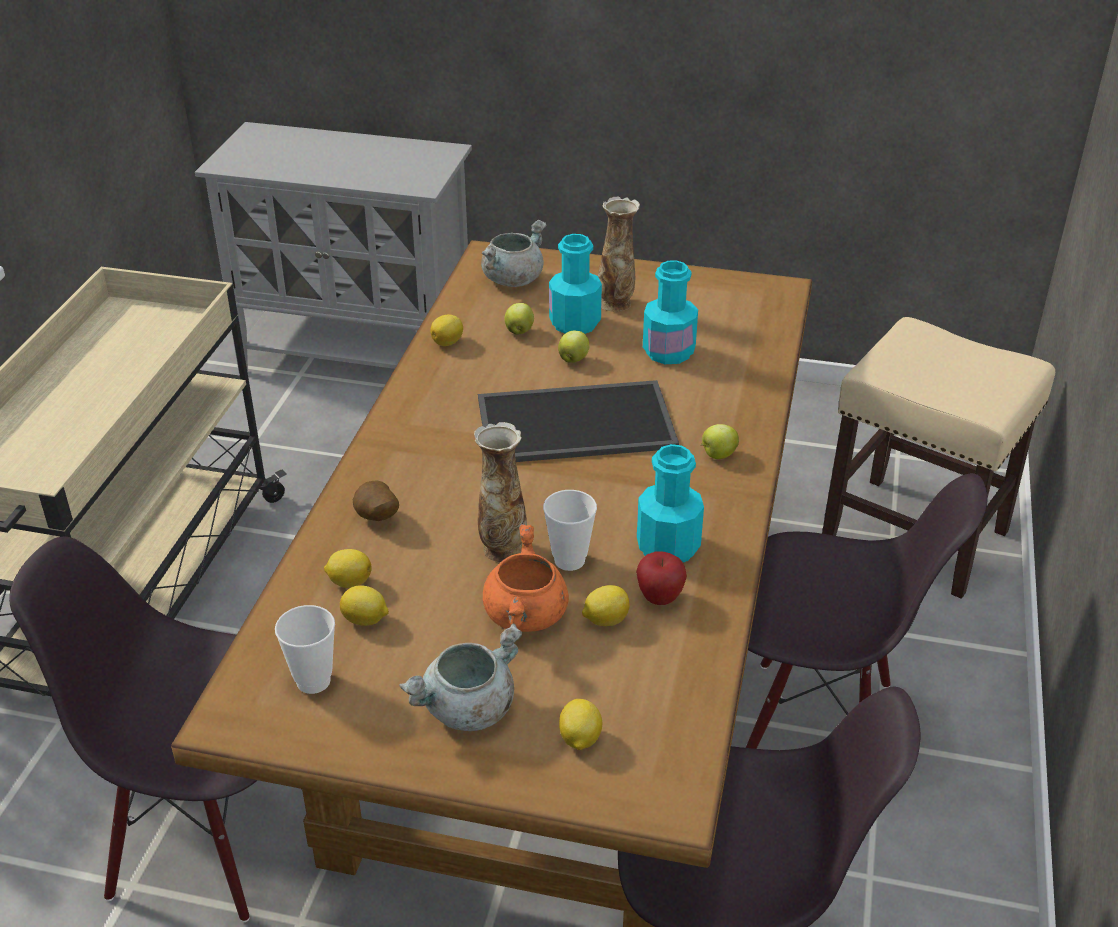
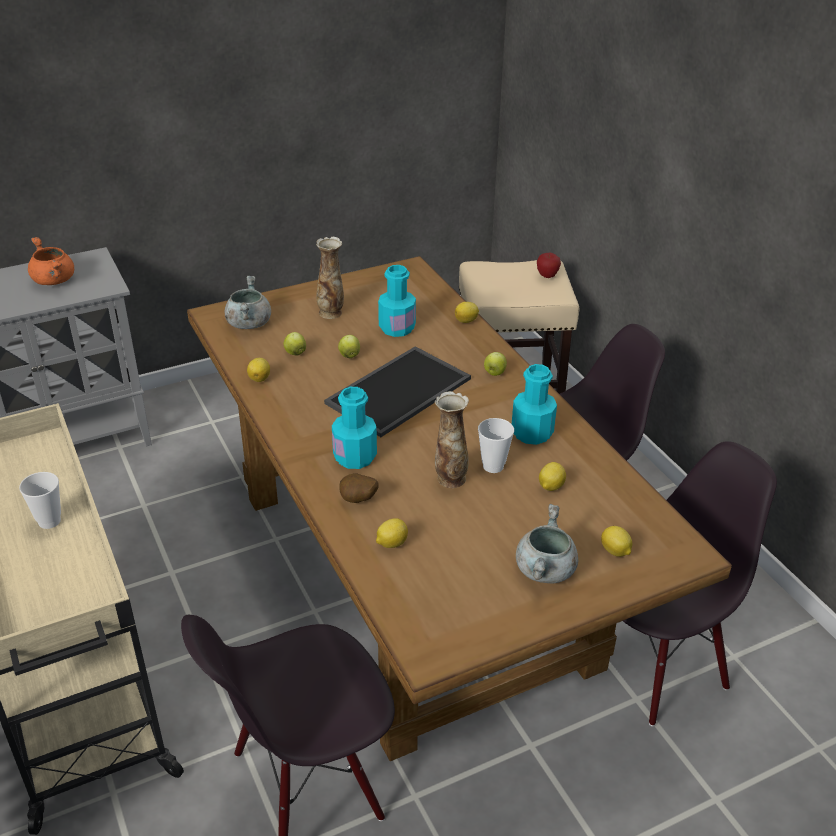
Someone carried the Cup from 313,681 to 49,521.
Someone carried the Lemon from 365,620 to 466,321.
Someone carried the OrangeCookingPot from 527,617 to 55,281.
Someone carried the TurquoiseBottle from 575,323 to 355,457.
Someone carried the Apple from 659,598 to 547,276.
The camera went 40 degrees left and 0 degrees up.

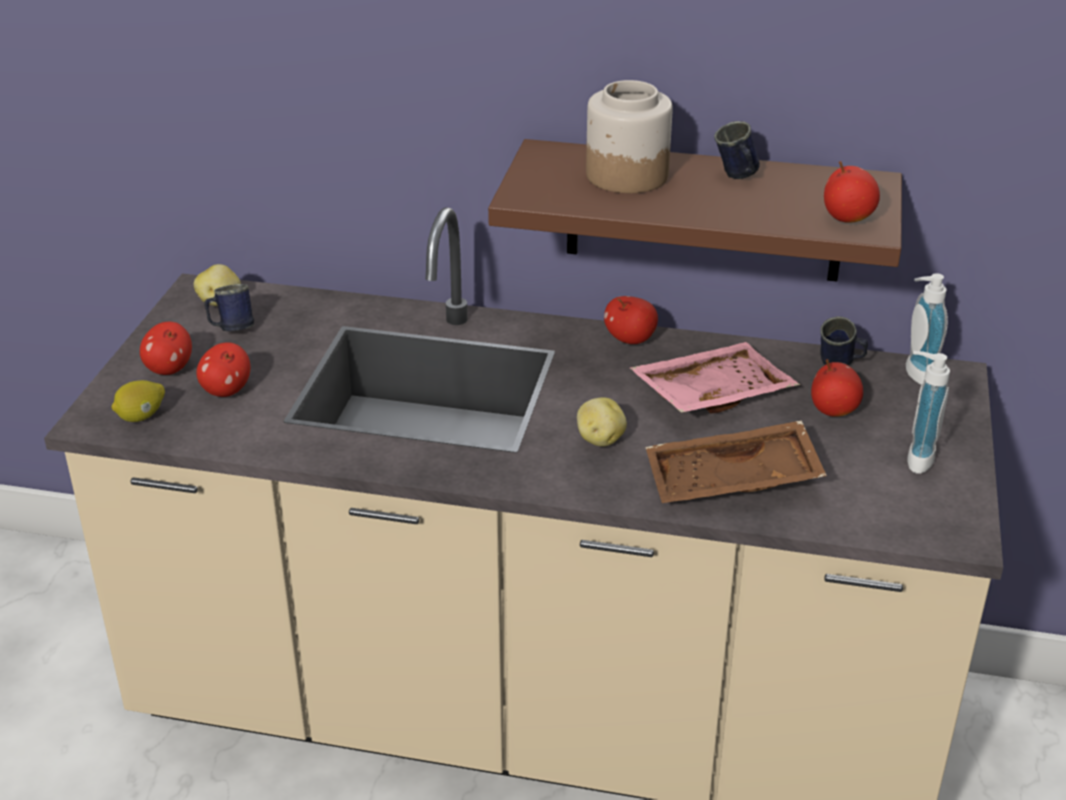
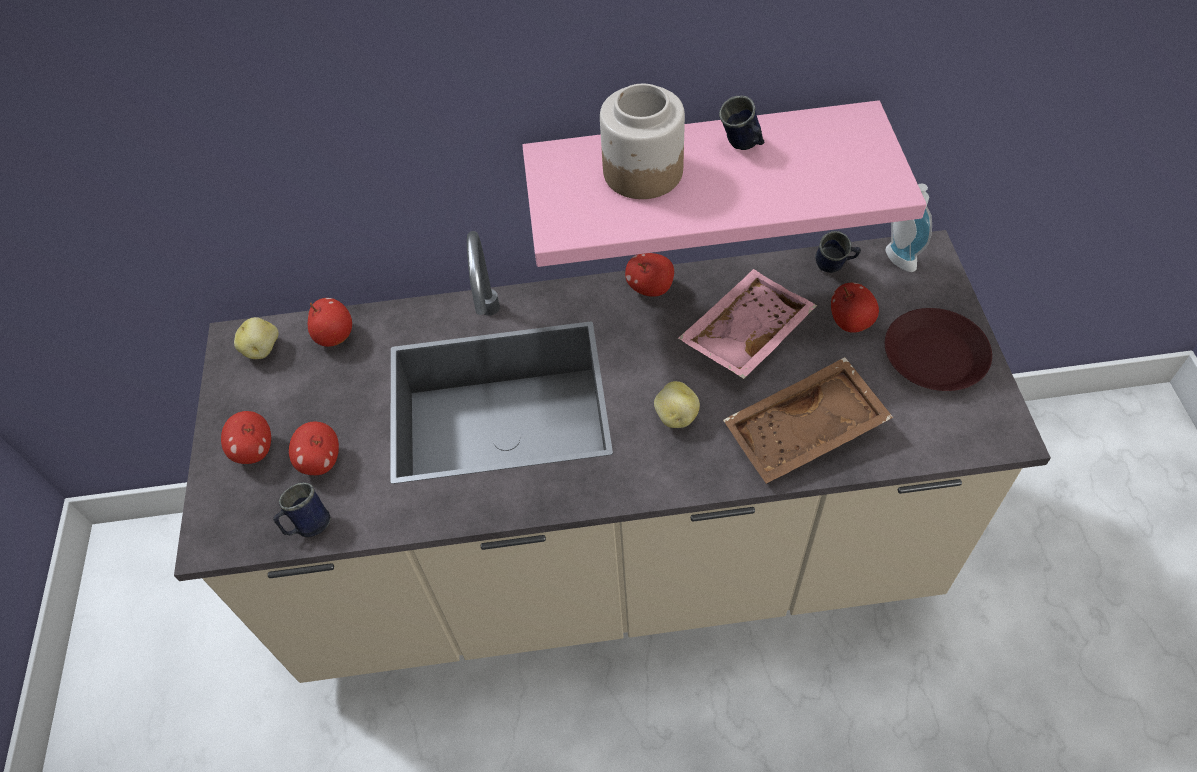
Someone took away the Lemon at 141,417.
Someone carried the BlueMug from 231,329 to 307,525.
Someone repainted the BrownShelf at 704,211, which became the PinkShelf at 699,167.
Someone carried the Apple from 847,218 to 335,336.
Someone swapped the SoapDispenser at 914,458 for the BrownPlate at 935,357.
The camera went 15 degrees left and 20 degrees up.

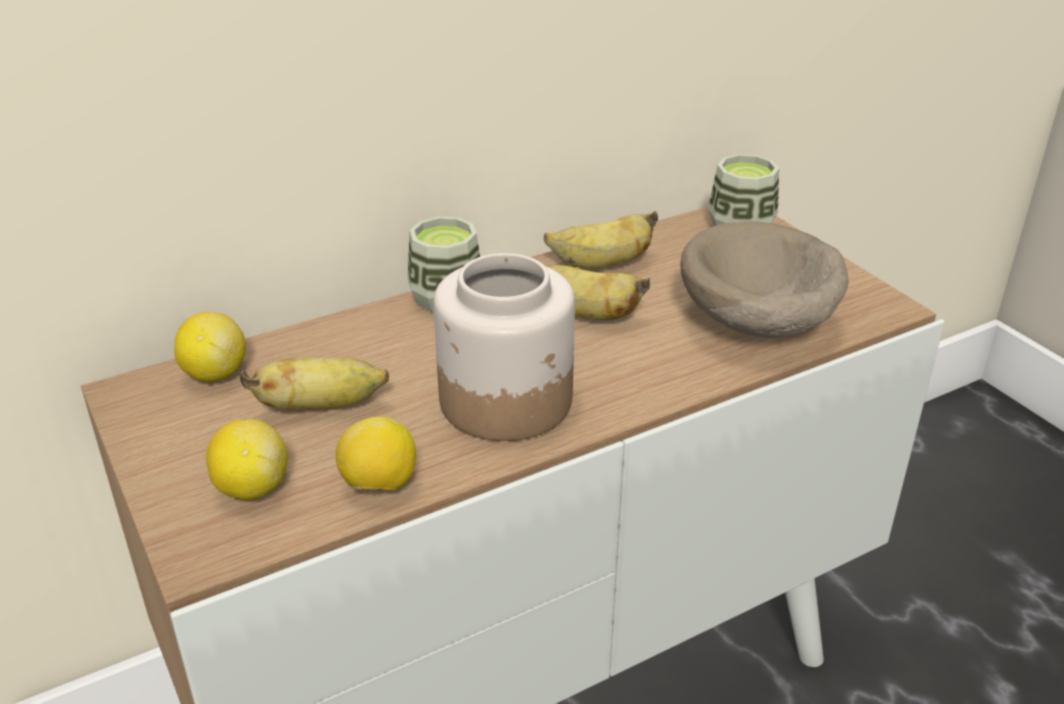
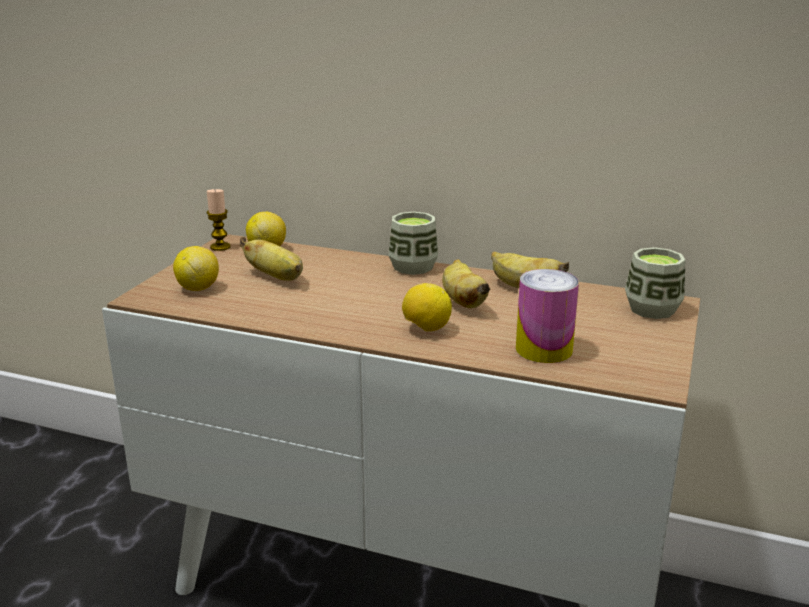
Someone carried the Lemon from 379,485 to 426,329.
Someone took away the Jar at 507,400.
Someone swapped the BeigeBowl at 755,326 for the Can at 544,349.
Someone put down the Candle at 220,247.
The camera went 50 degrees right and 10 degrees down.

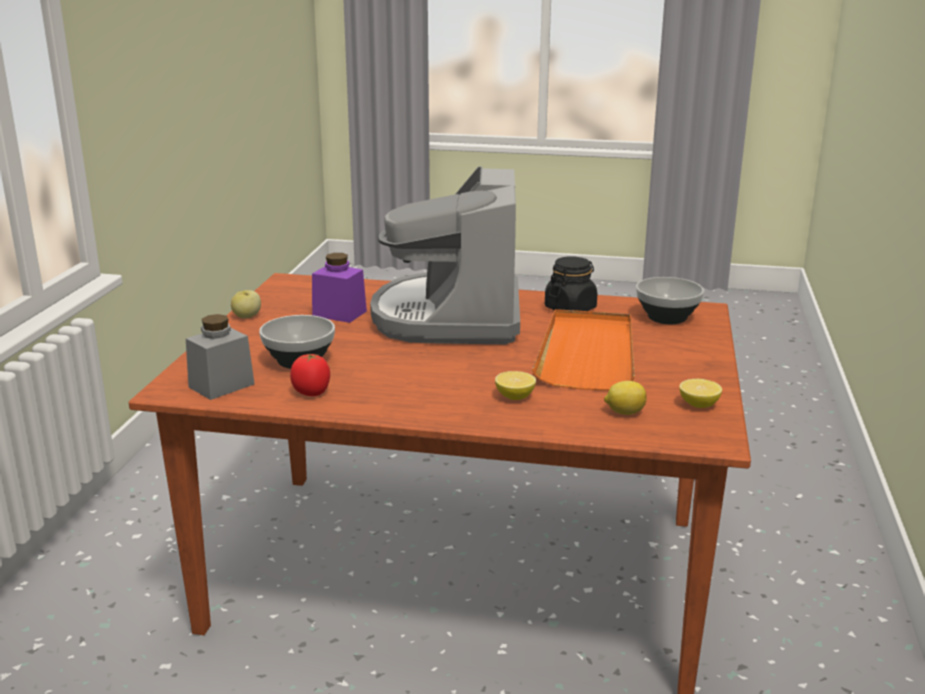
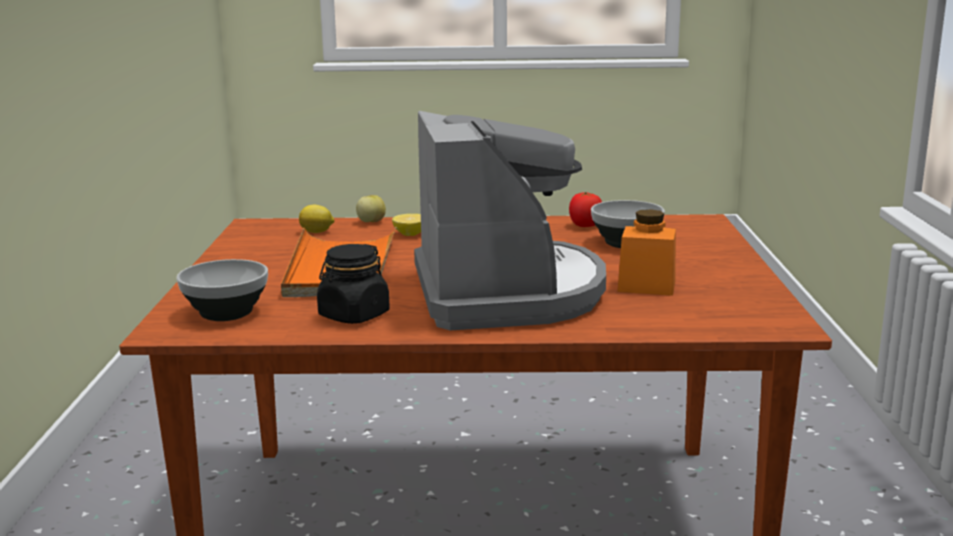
Someone took away the GreyJar at 221,385.
Someone carried the Apple from 247,317 to 371,222.
Someone repainted the PurpleJar at 339,313, which became the OrangeJar at 646,286.
Someone took away the Lemon at 698,405.
The camera went 170 degrees right and 5 degrees down.

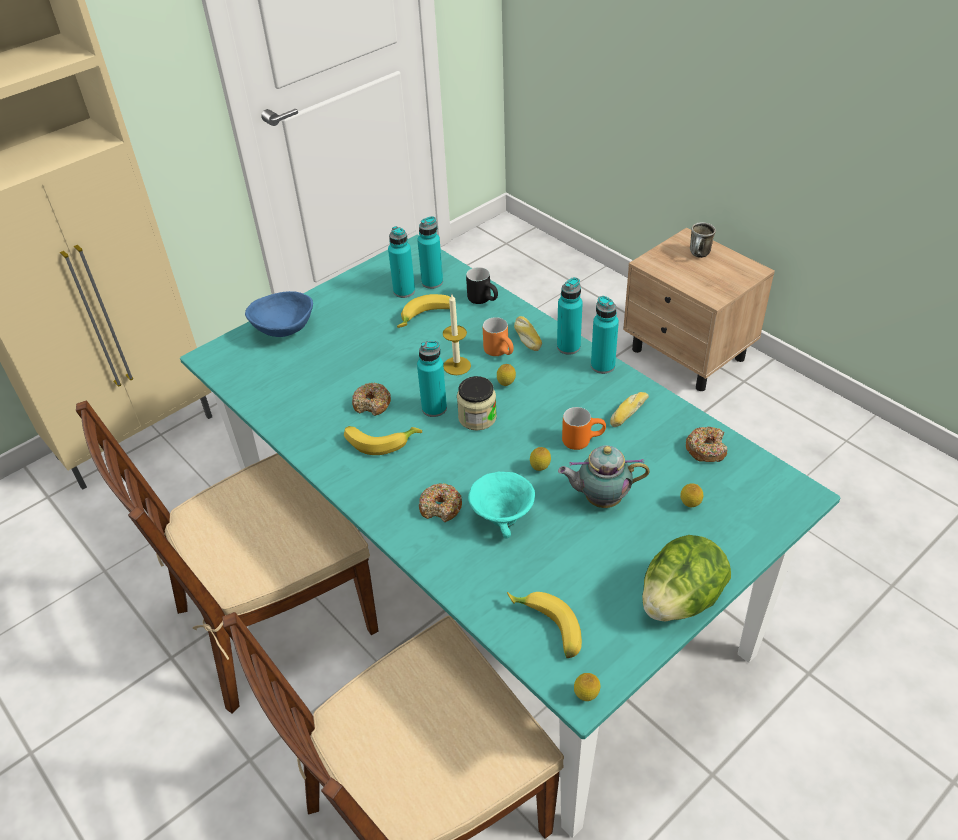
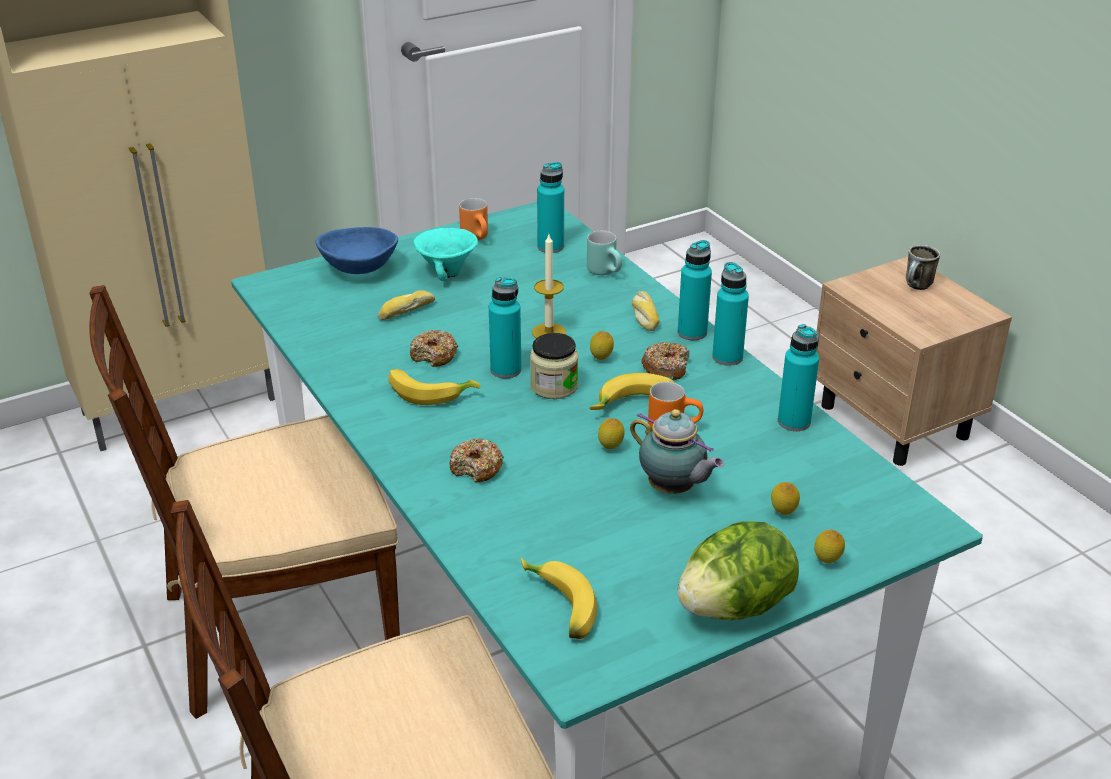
Someone carried the TurquoiseBottle from 404,291 to 794,422.
Someone carried the Banana from 426,318 to 634,405.
Someone repainted the BlackMug at 484,299, which became the TurquoiseMug at 607,272.
Someone carried the TurquoiseBowl from 503,519 to 447,273.
Someone carried the OrangeMug from 501,352 to 478,238.
Someone rotated the Teapot at 600,499 by 150 degrees counterclockwise.
Someone carried the Lemon from 586,696 to 827,562.
Someone carried the Bread from 628,412 to 406,311.
Someone carried the Donut from 706,449 to 666,368.
The camera went 10 degrees right and 10 degrees down.

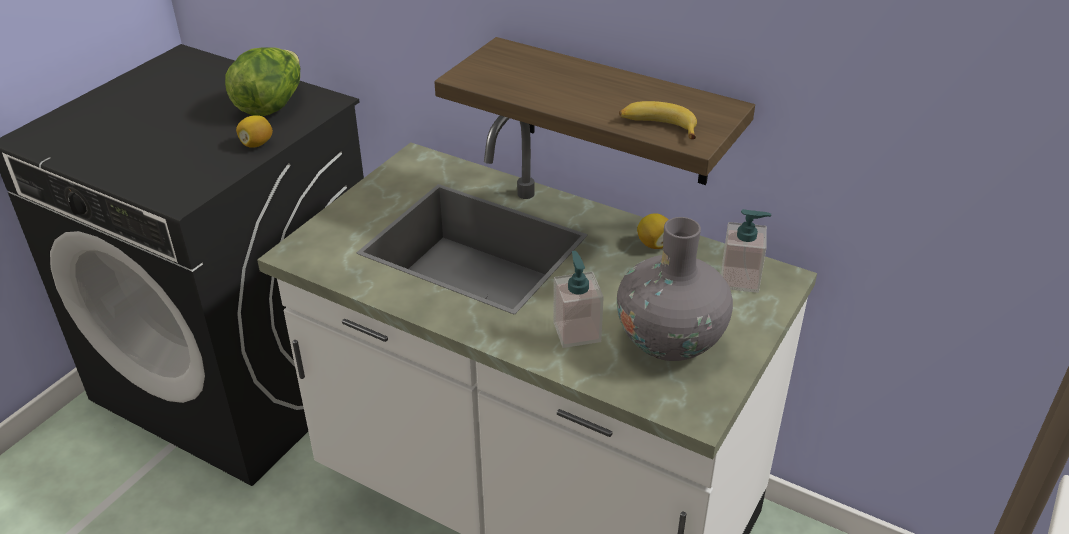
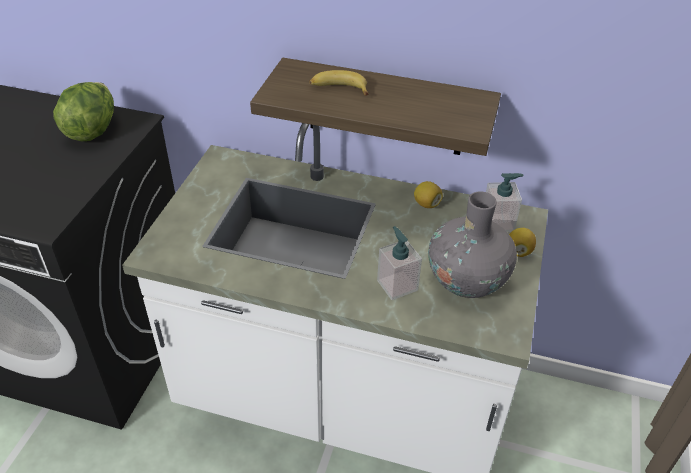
Someone carried the Lemon from 256,144 to 518,251.
Someone carried the Banana from 658,127 to 339,89.
The camera went 15 degrees left and 5 degrees up.

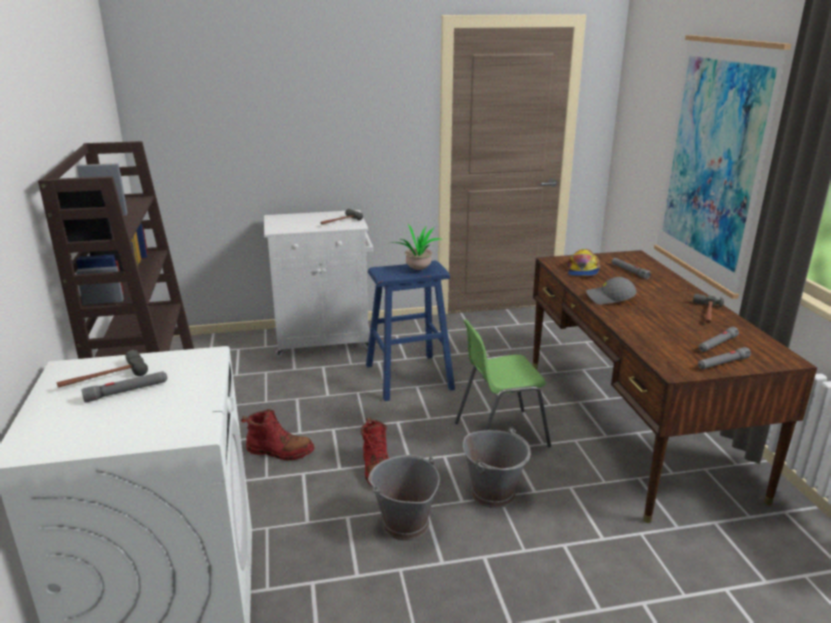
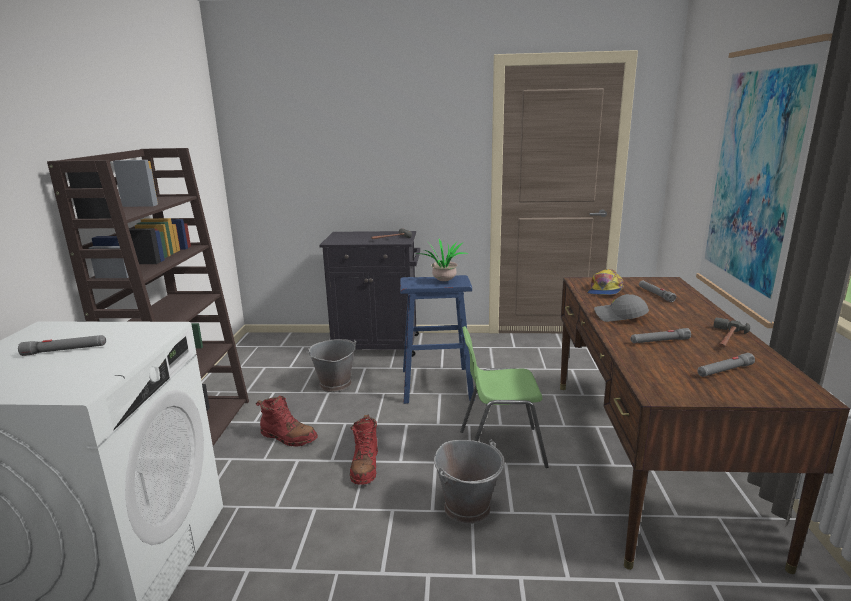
Someone took away the Hammer at 103,378.
Someone repainted the WhiteCabinet at 324,339, which became the BlackCabinet at 378,345.
Someone carried the GreyBucket from 404,524 to 334,384.
Someone carried the GreyFlashlight from 722,363 to 659,341.
The camera went 15 degrees right and 5 degrees down.

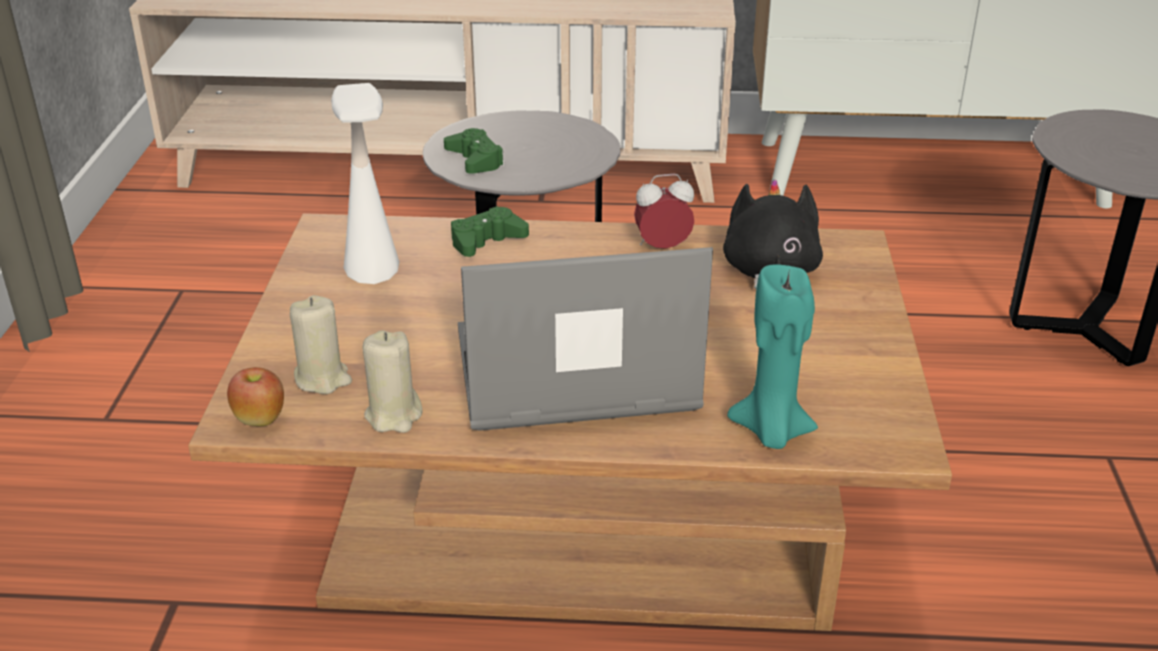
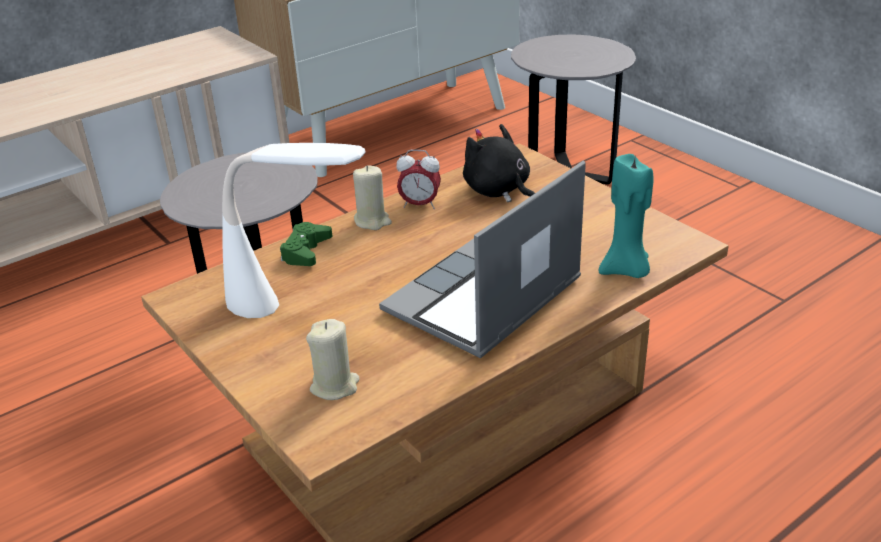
Someone took away the Apple at 260,419.
Someone carried the BeigeCandle from 394,415 to 372,221.
Someone took away the GreenGameController at 475,160.
Someone rotated the AlarmClock at 662,247 by 120 degrees counterclockwise.
The camera went 40 degrees left and 0 degrees up.

